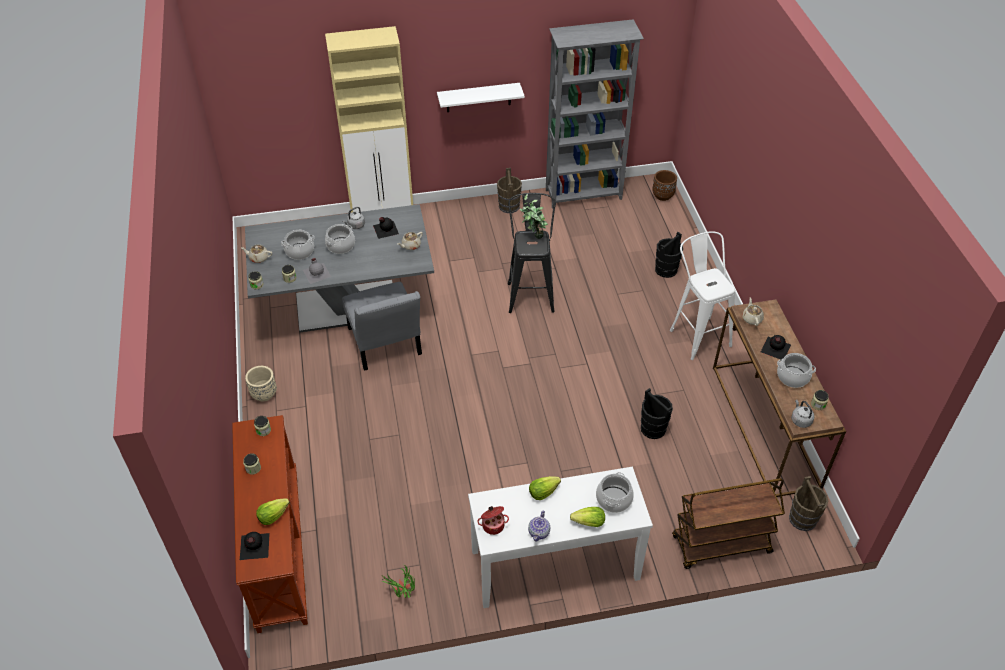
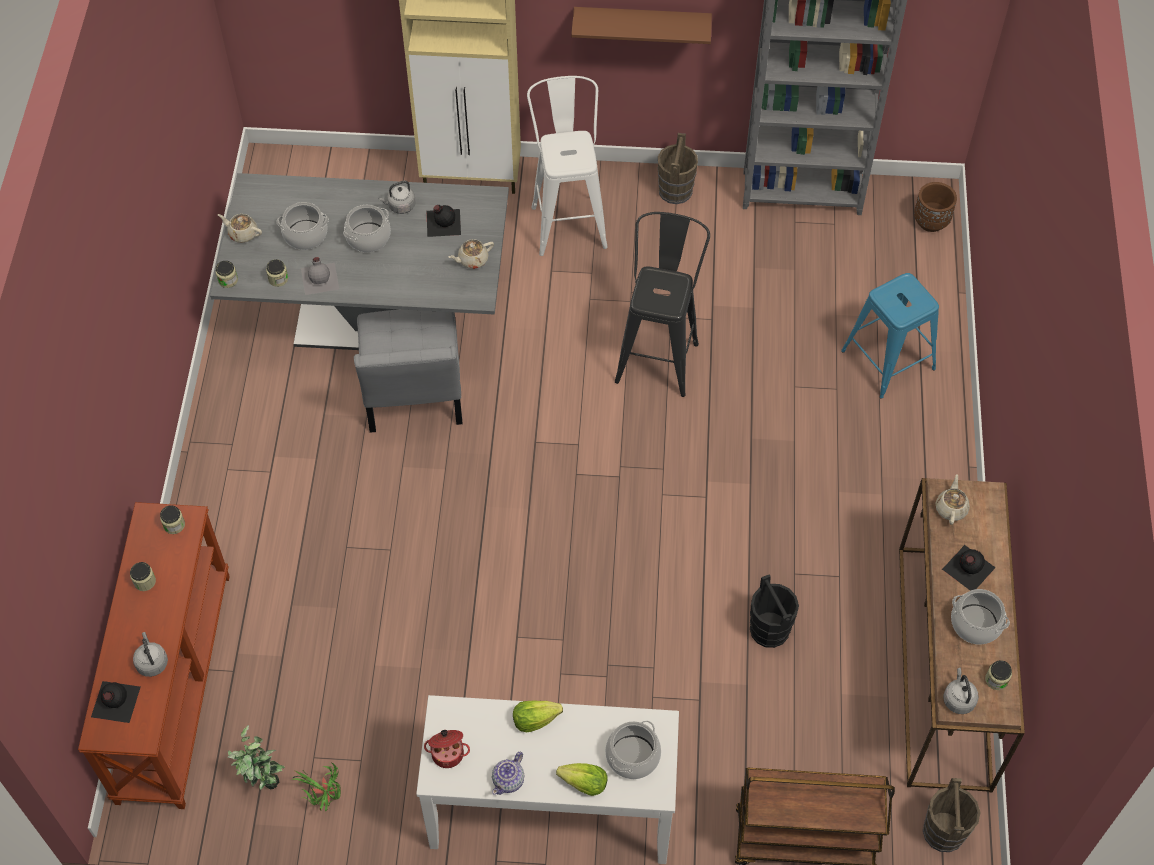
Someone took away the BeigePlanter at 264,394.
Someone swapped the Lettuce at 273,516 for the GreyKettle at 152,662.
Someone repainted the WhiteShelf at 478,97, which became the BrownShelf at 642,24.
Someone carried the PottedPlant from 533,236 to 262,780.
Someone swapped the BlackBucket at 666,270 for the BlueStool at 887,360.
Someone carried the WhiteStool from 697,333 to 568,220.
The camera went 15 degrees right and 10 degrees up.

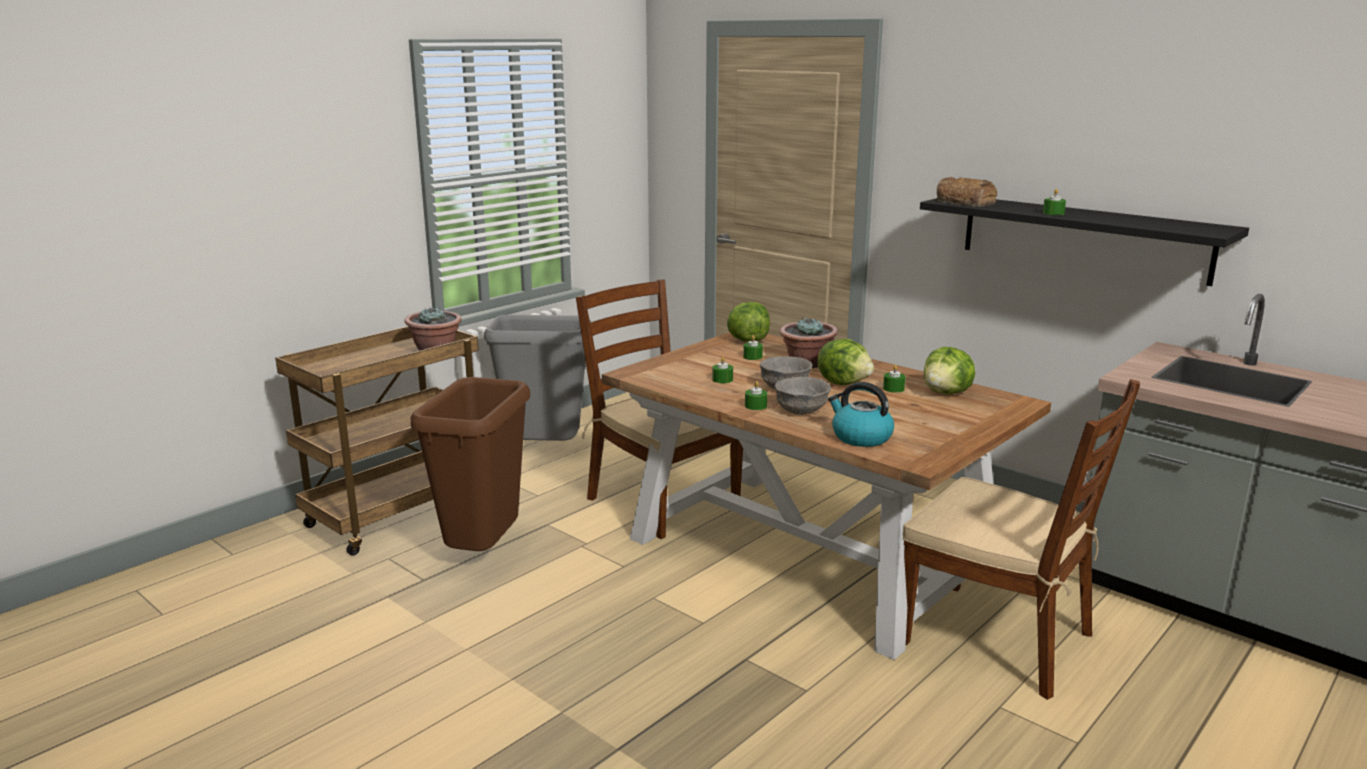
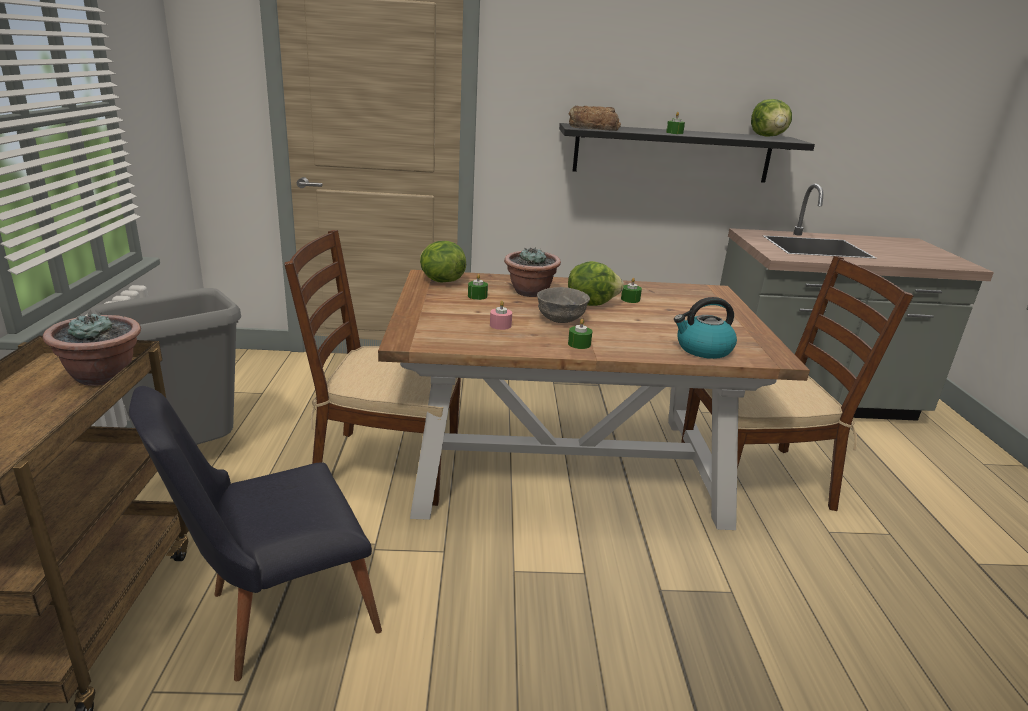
Someone swapped the BrownTrashCan at 482,553 for the BlackChair at 276,615.
Someone repainted the GreenCandle at 722,380, which became the PinkCandle at 500,325.
Someone took away the GreyBowl at 802,411.
Someone carried the Lettuce from 947,393 to 768,136.
The camera went 45 degrees left and 5 degrees up.

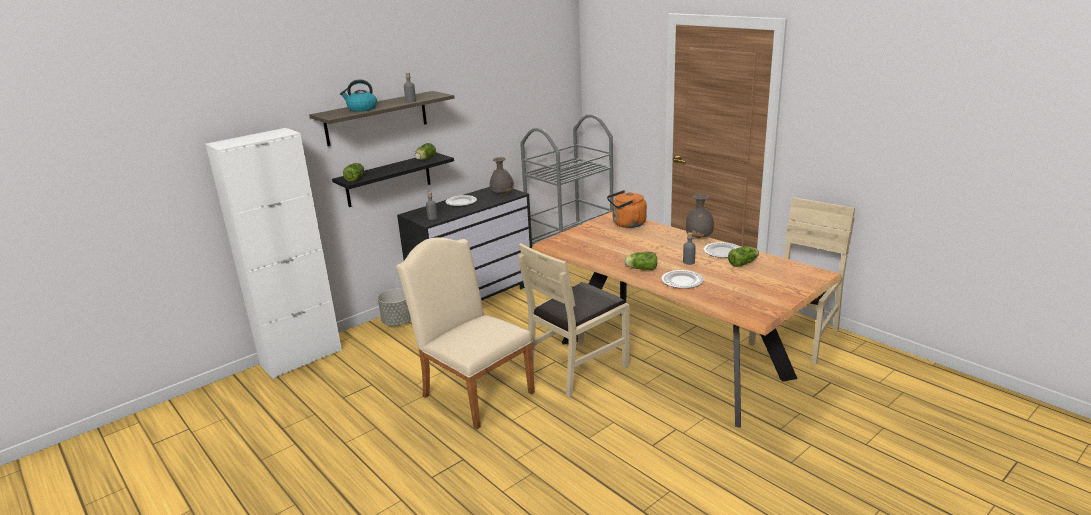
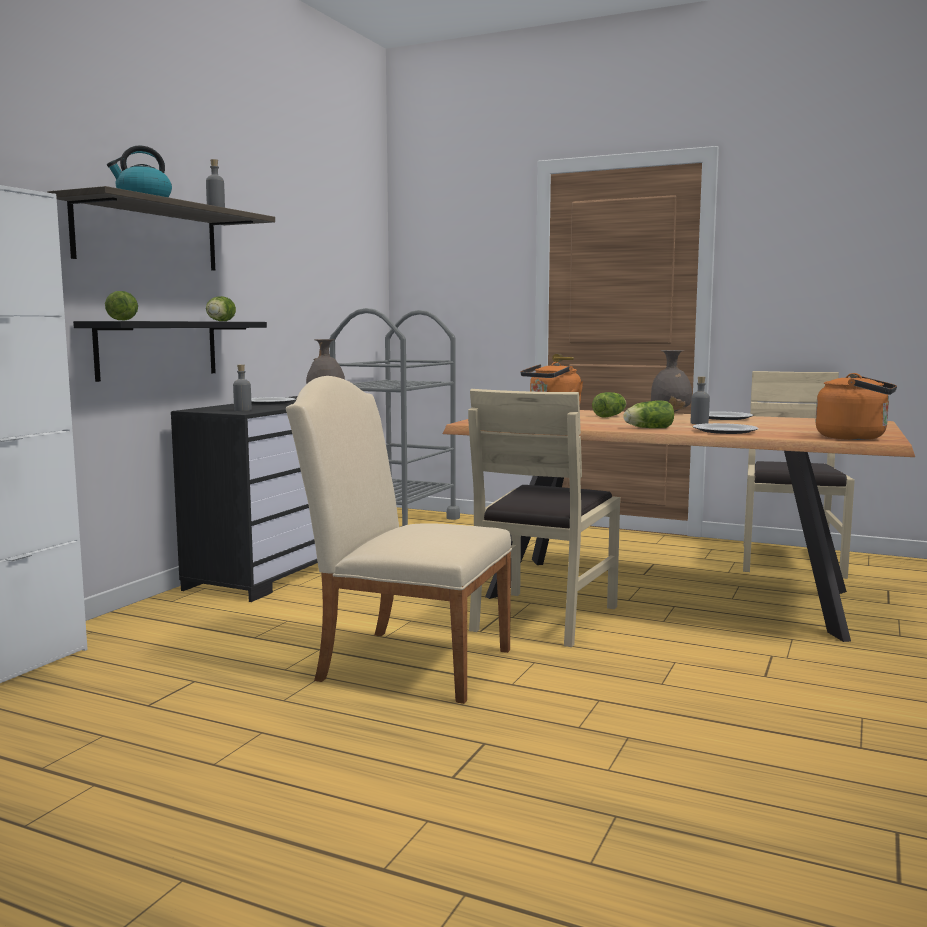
Someone took away the GreyPlanter at 398,322.
Someone carried the Lettuce from 744,263 to 611,416.
Someone put down the OrangeKettle at 855,438.
The camera went 25 degrees left and 15 degrees down.

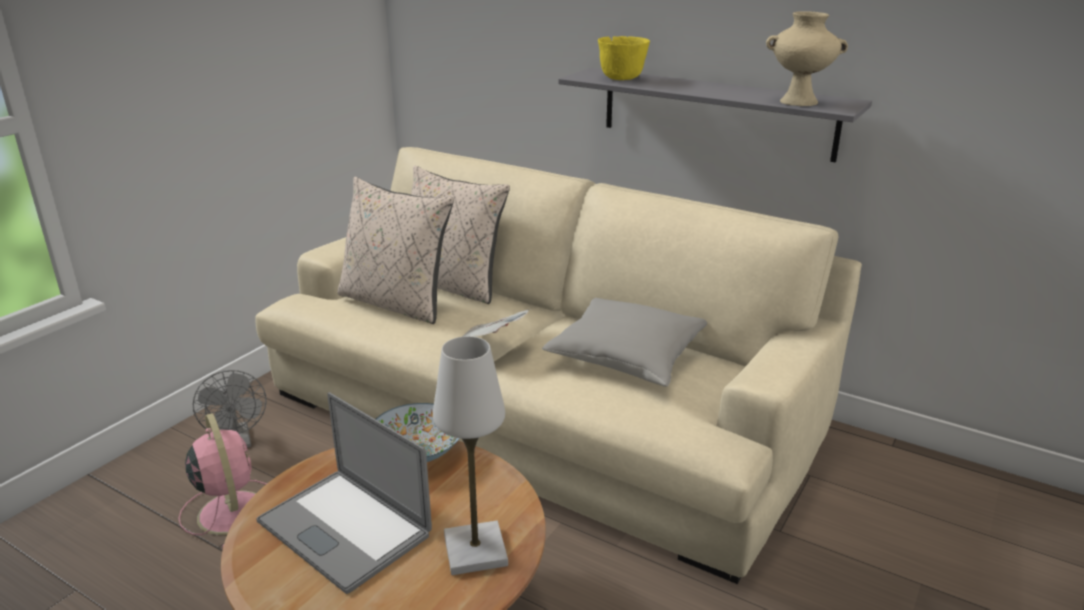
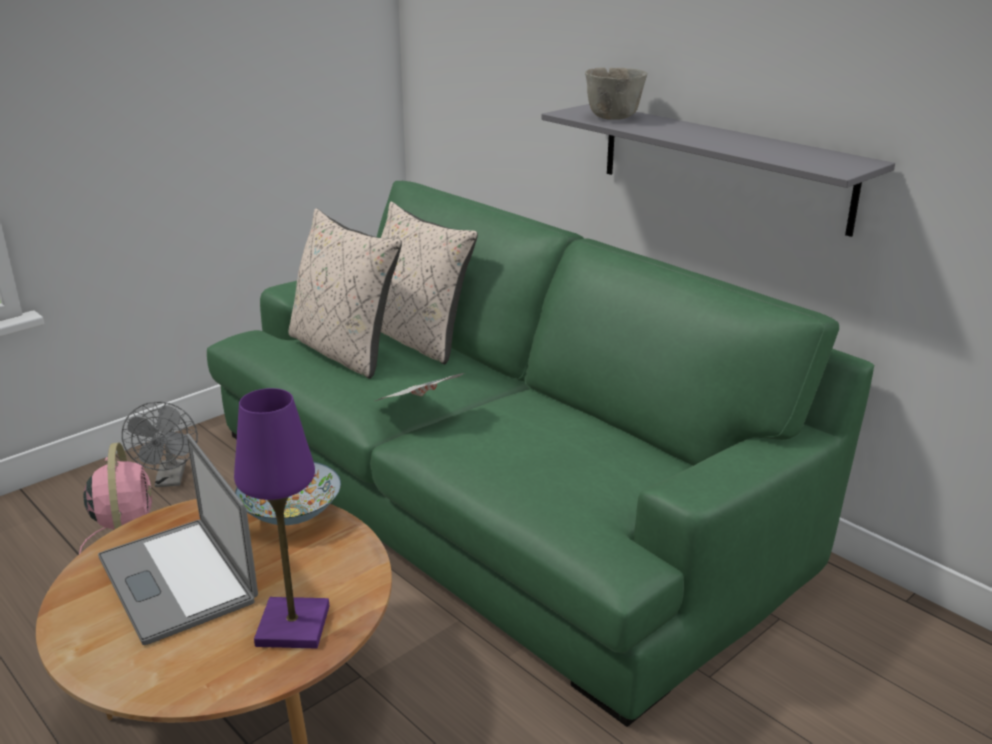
Someone repainted the BeigeSofa at 543,411, which became the GreenSofa at 497,494.
Someone repainted the WhiteTableLamp at 475,550, which became the PurpleTableLamp at 293,626.
Someone took away the GreyPillow at 626,357.
Someone repainted the YellowBowl at 621,78, which became the GreyBowl at 613,117.
Someone took away the BeigeVase at 799,102.
The camera went 15 degrees right and 0 degrees up.

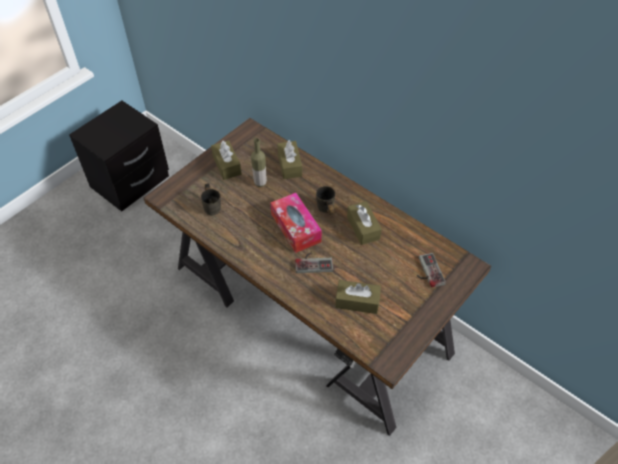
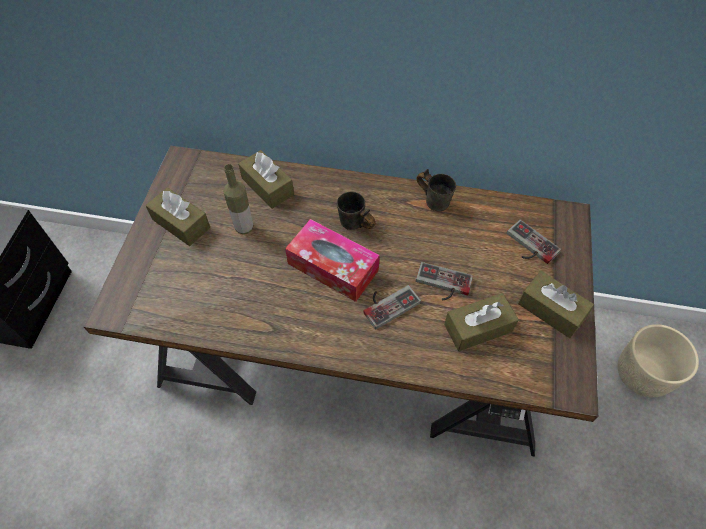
Someone carried the GreyMug from 213,206 to 434,198.
Someone carried the BrownTissueBox from 363,228 to 551,310.
Someone put down the GameController at 442,285.
Someone put down the BeigePlanter at 642,375.
The camera went 30 degrees left and 5 degrees up.

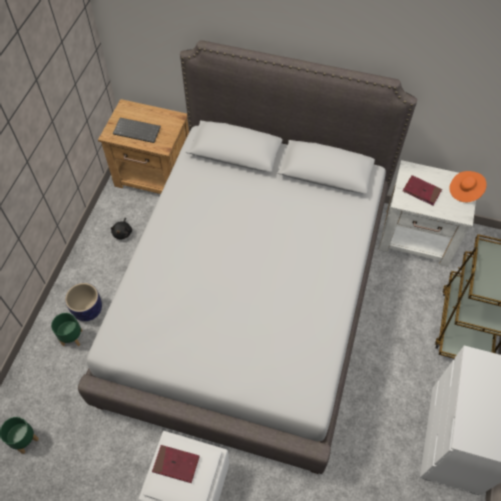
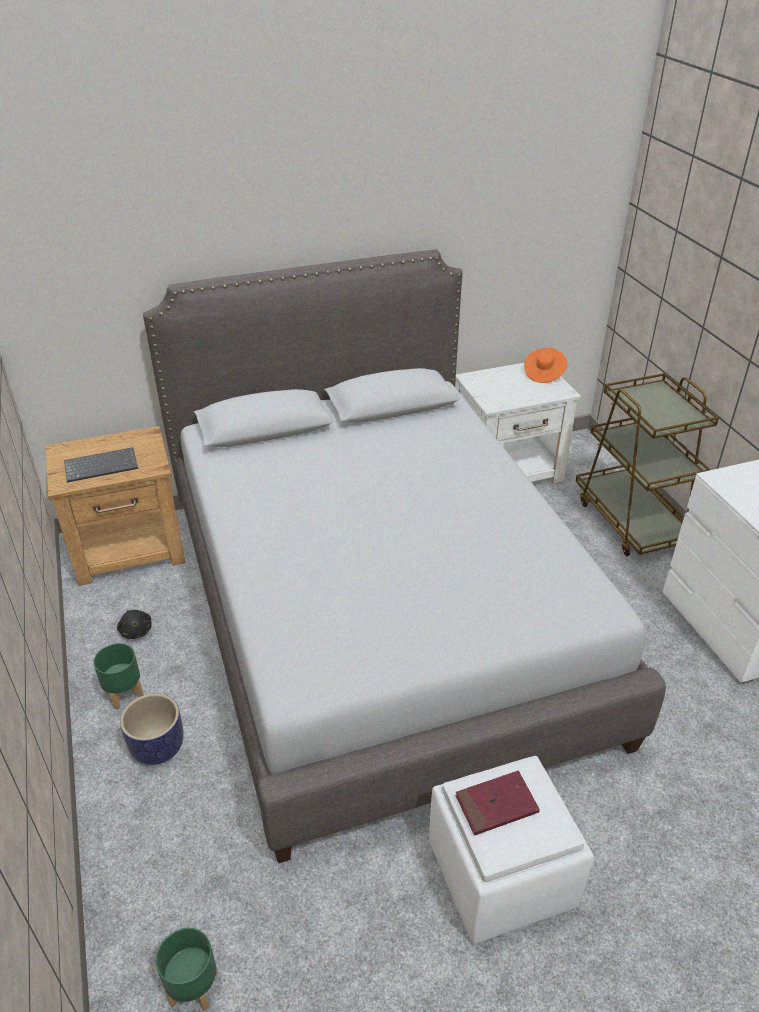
Someone carried the GreenPlanter from 72,337 to 124,693.
Someone took away the RedBook at 421,191.
The camera went 35 degrees left and 20 degrees down.

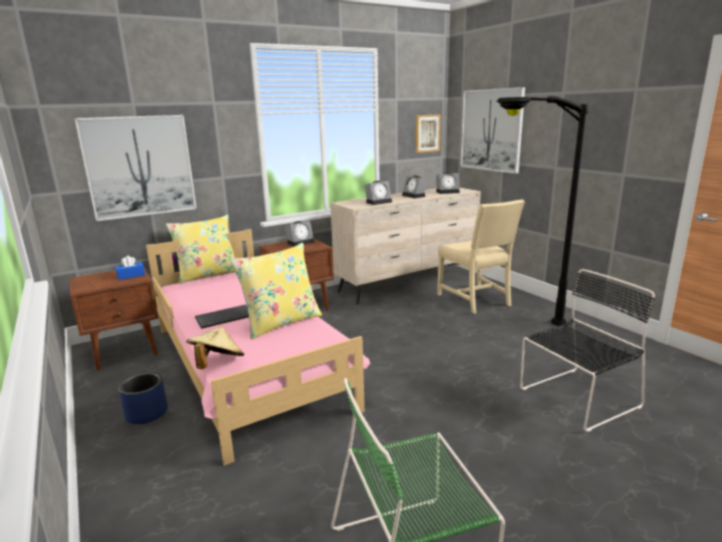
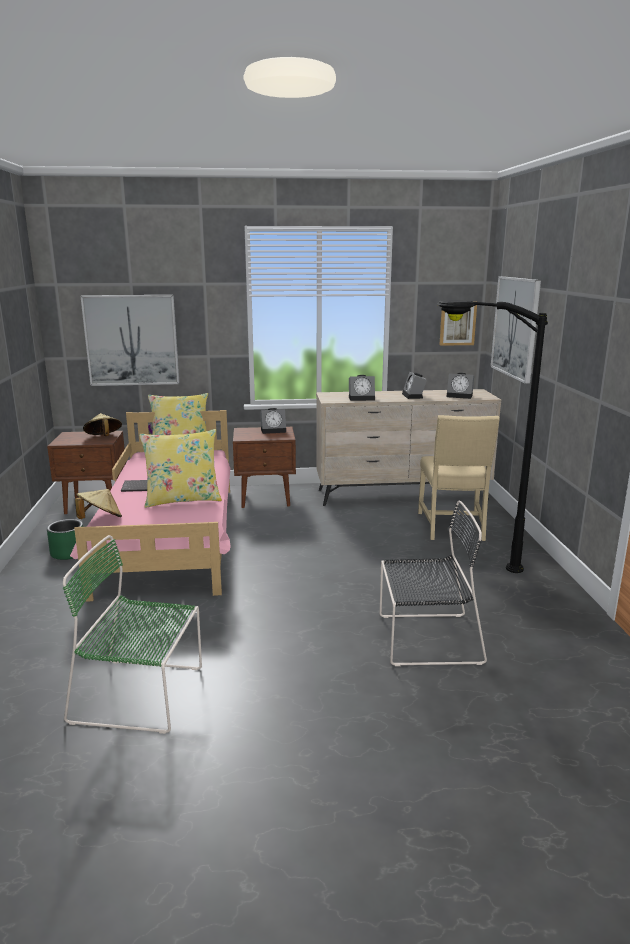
Someone swapped the BlueTissueBox at 131,275 for the BeigeHat at 103,437.
Someone repainted the BluePlanter at 147,413, which became the GreenPlanter at 68,553.
The camera went 25 degrees right and 0 degrees up.

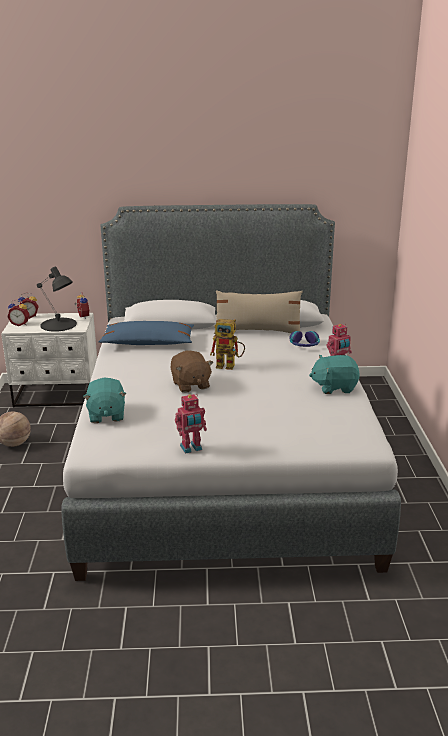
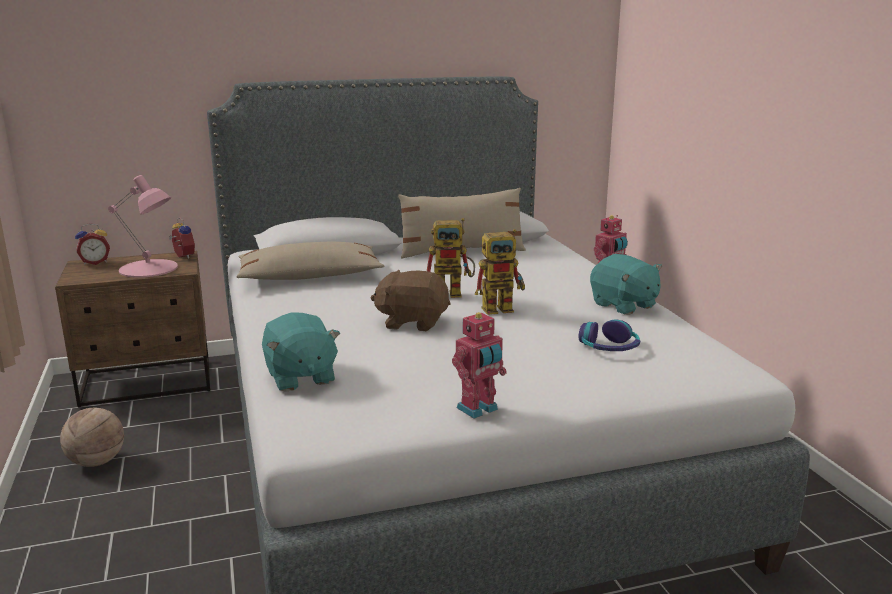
Someone repainted the WhiteNightstand at 57,395, which became the BrownNightstand at 148,383.
Someone took away the AlarmClock at 20,324.
Someone repainted the BlackTableLamp at 59,325, which became the PinkTableLamp at 149,269.
Someone repainted the BluePillow at 148,343, which became the BeigePillow at 310,276.
Someone rotated the BrownPlushToy at 190,385 by 135 degrees clockwise.
Someone carried the Headphones from 304,345 to 609,348.
Someone rotated the TurquoisePlushToy at 334,387 by 105 degrees counterclockwise.
Someone put down the ToyRobot at 503,308.
The camera went 15 degrees left and 5 degrees down.

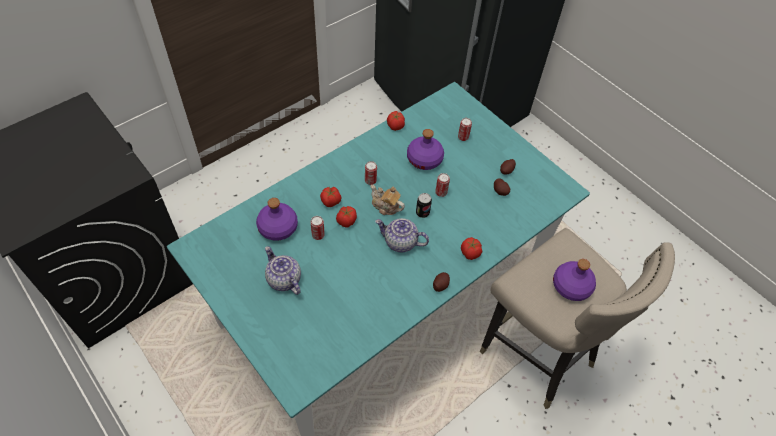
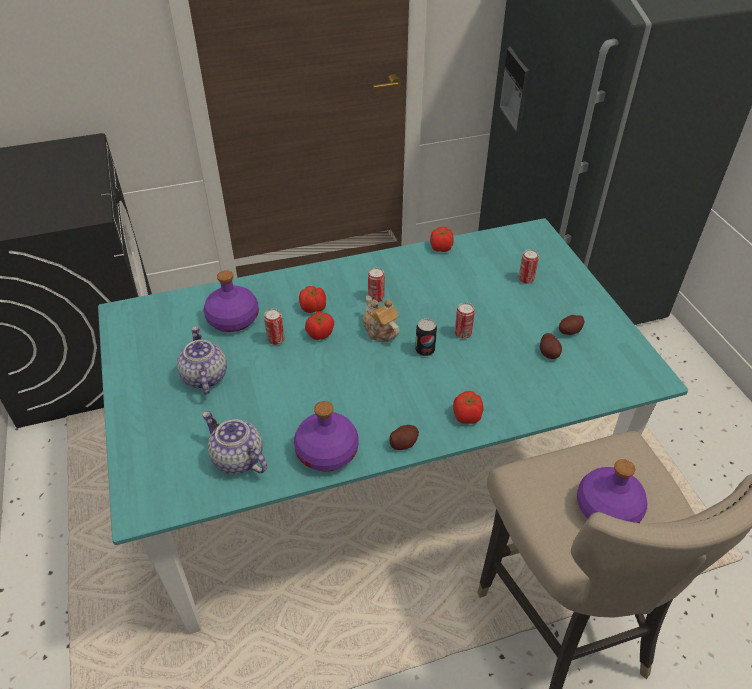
Someone carried the Teapot from 400,242 to 237,459.
Someone carried the PurpleBottle from 424,159 to 327,451.
The camera went 25 degrees right and 10 degrees down.

